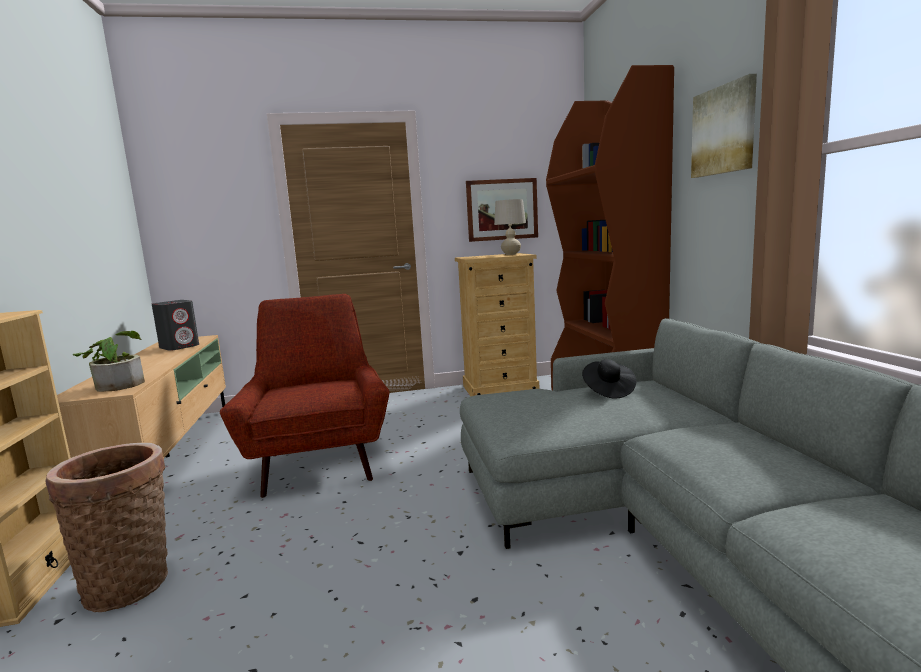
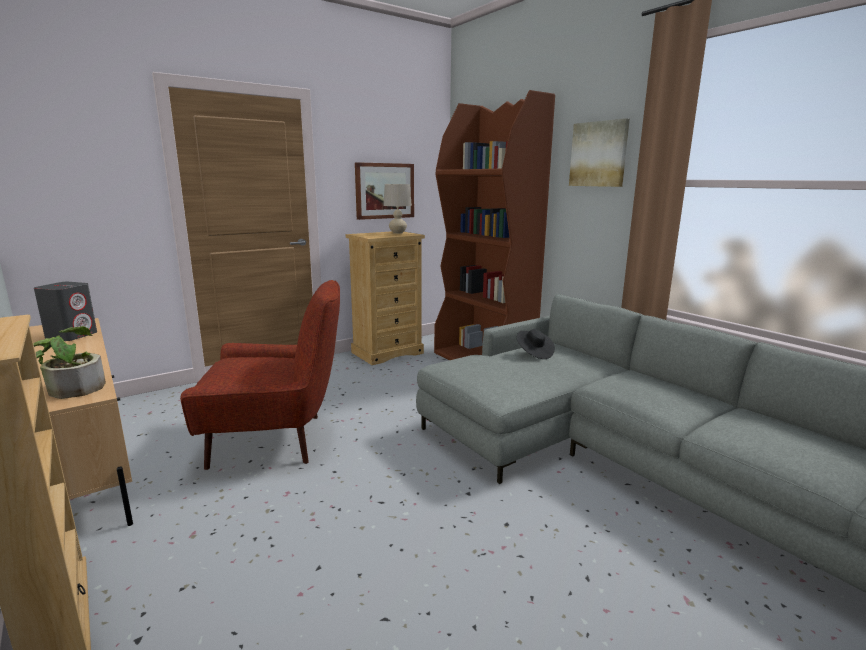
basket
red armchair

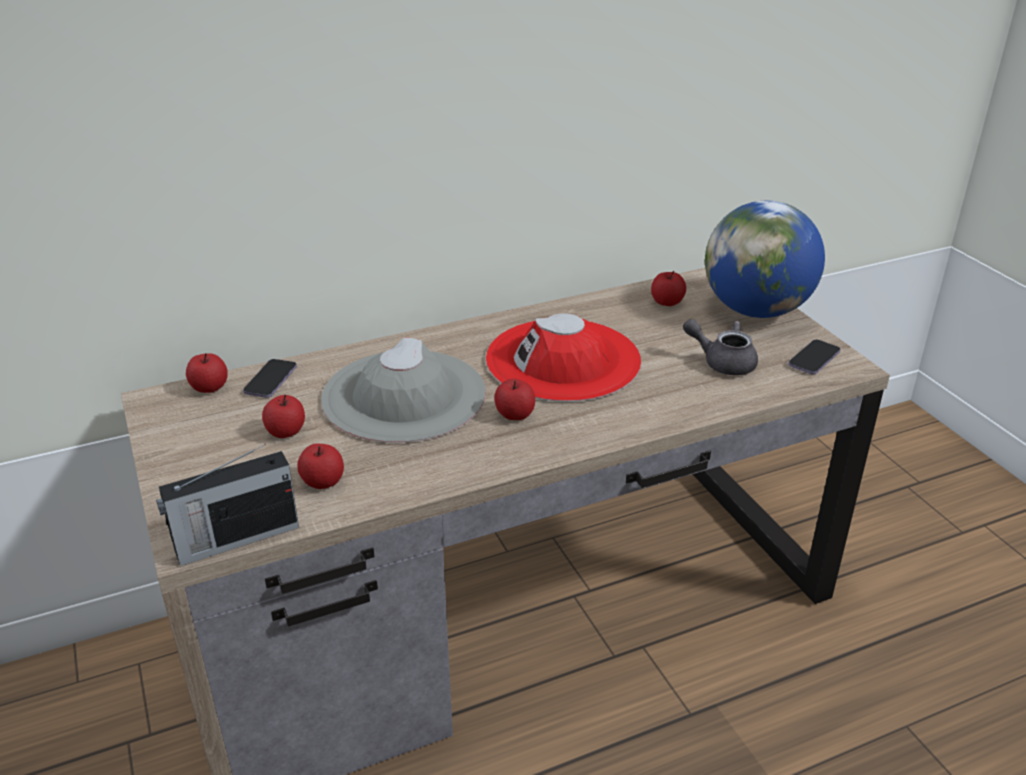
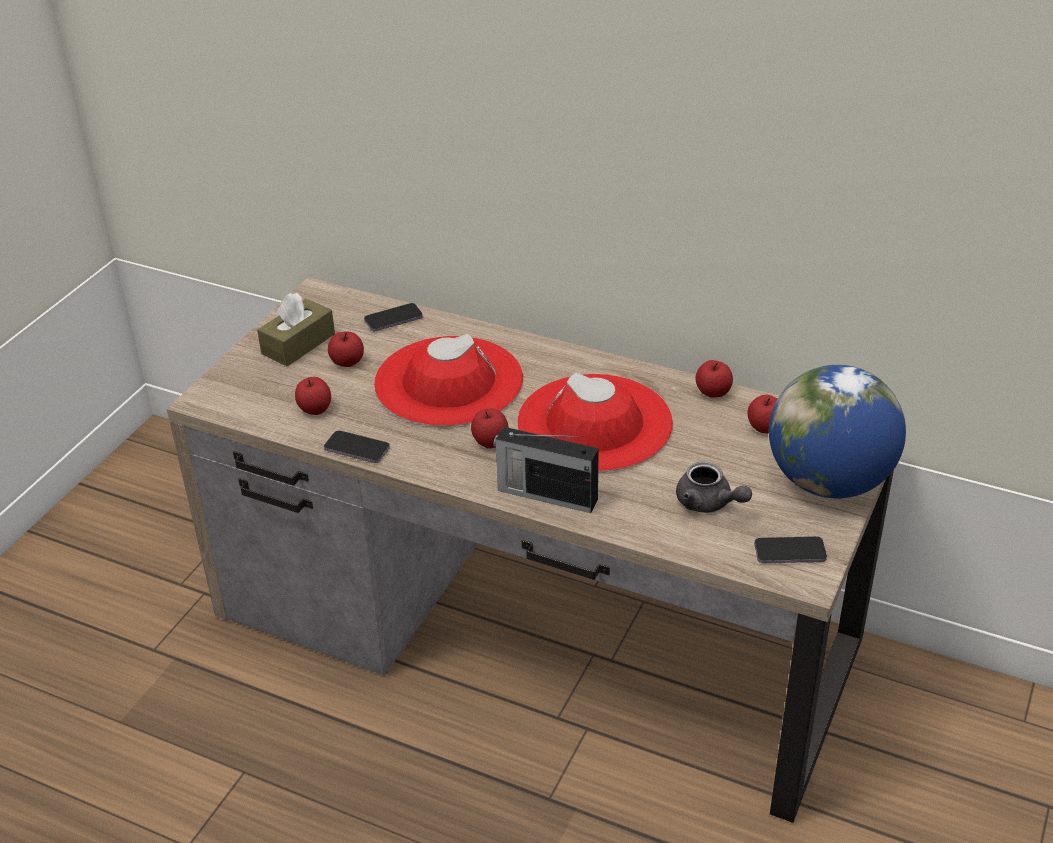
brown tissue box
phone (1st from left)
radio
apple (4th from left)
red hat (1st from left)
grey teapot

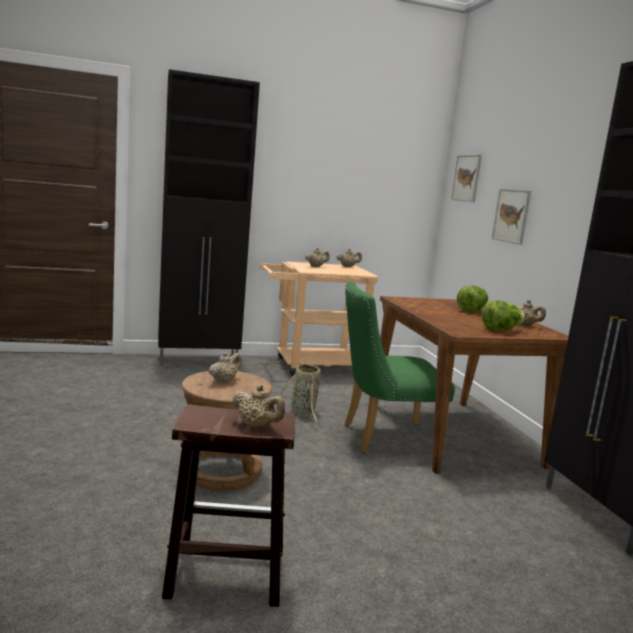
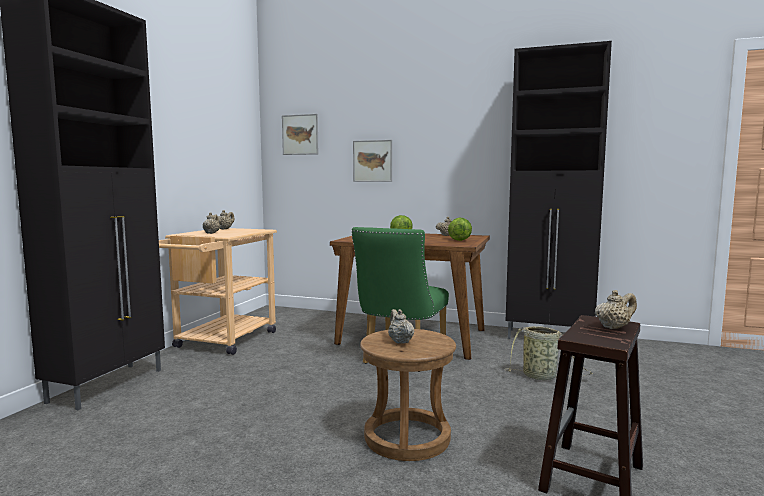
basket

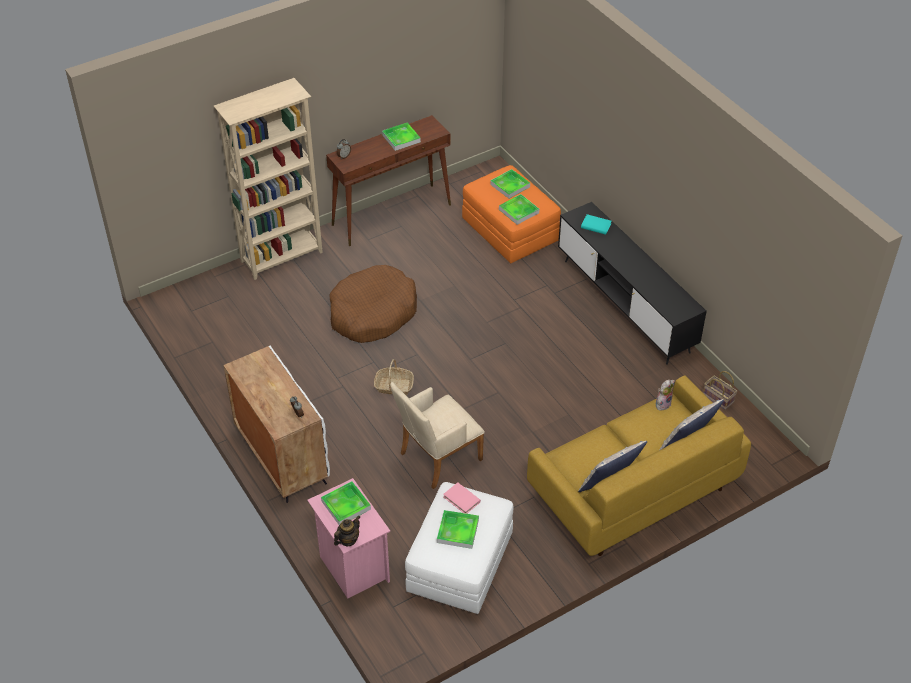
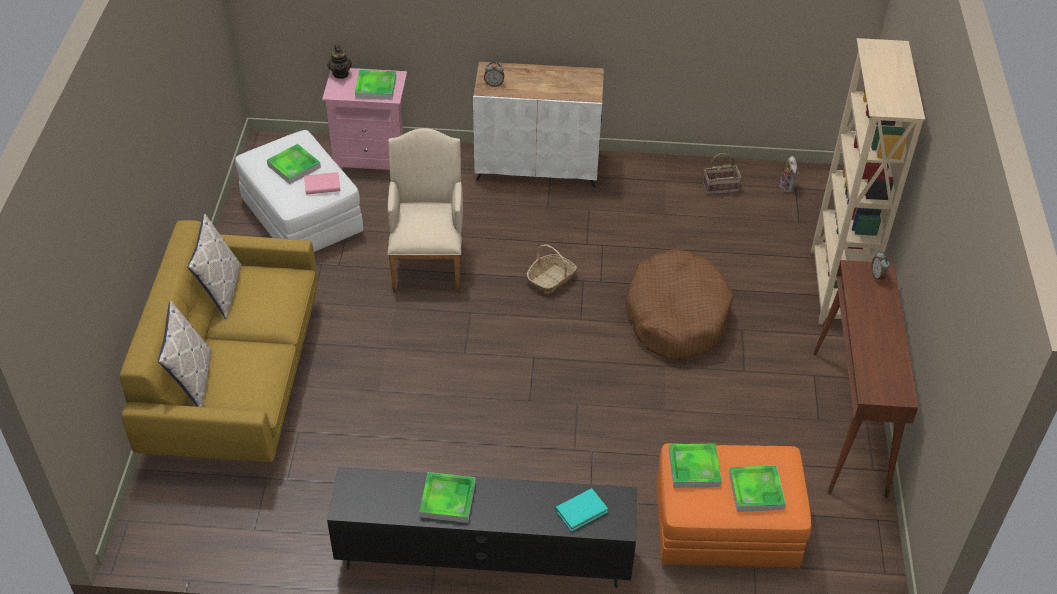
tray (3rd from left)
plush toy
basket (2nd from left)

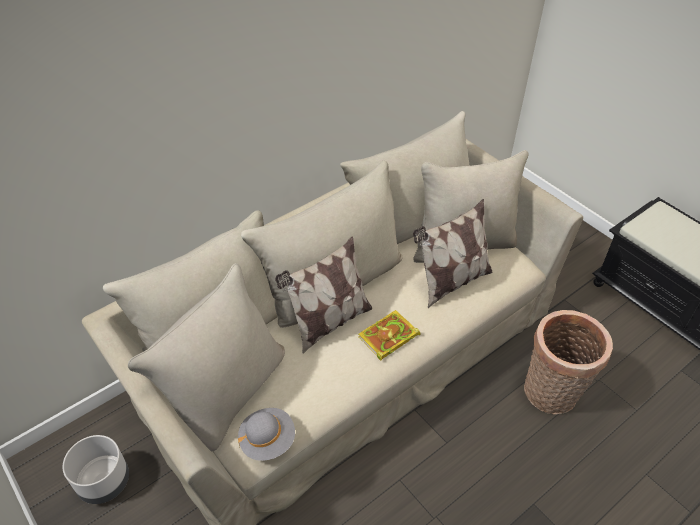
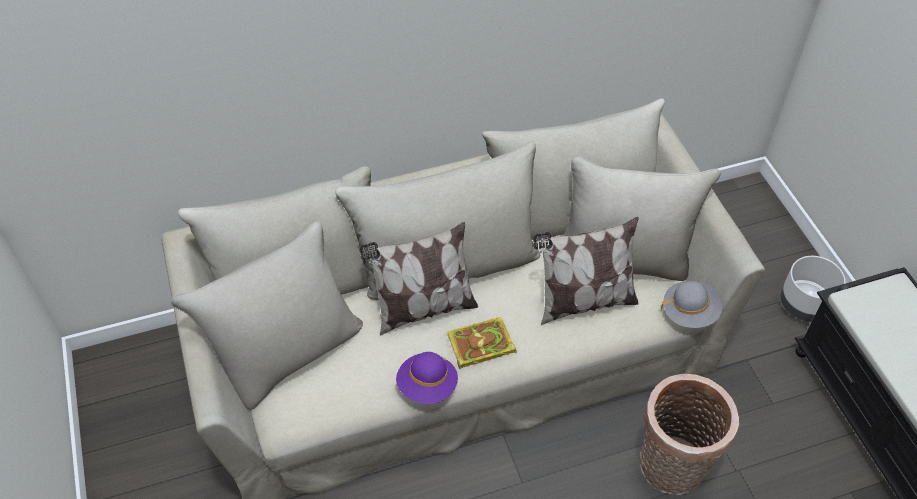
purple hat
grey planter
grey hat

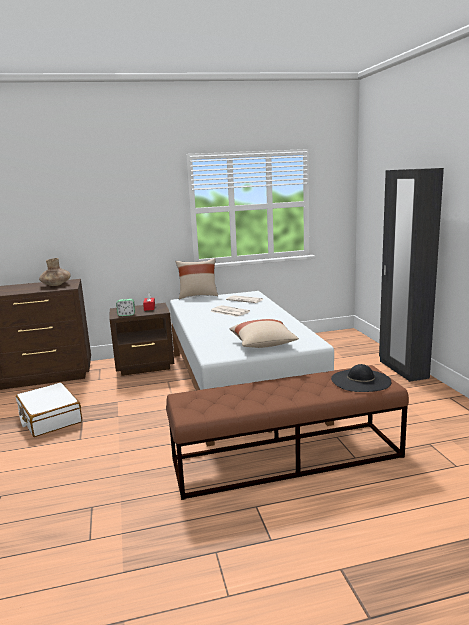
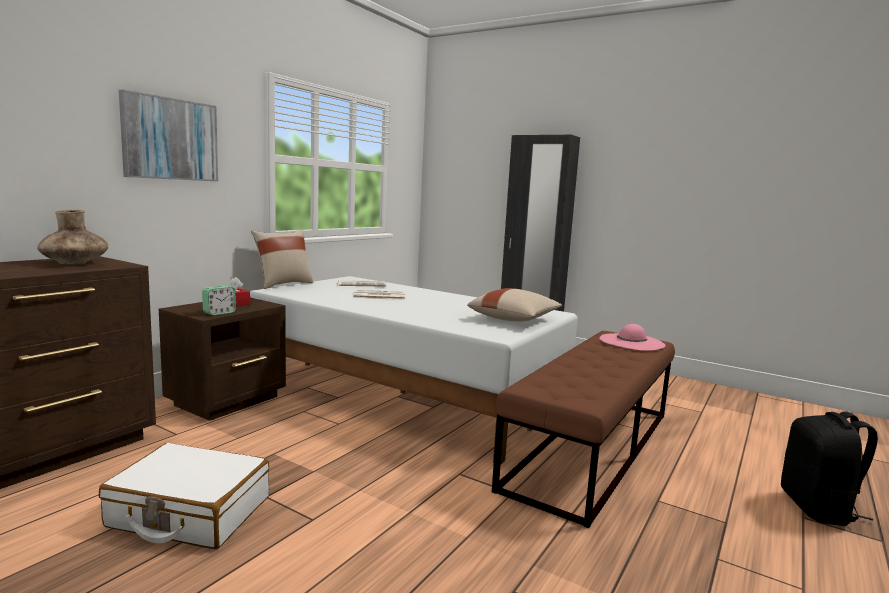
picture
black backpack
pink hat

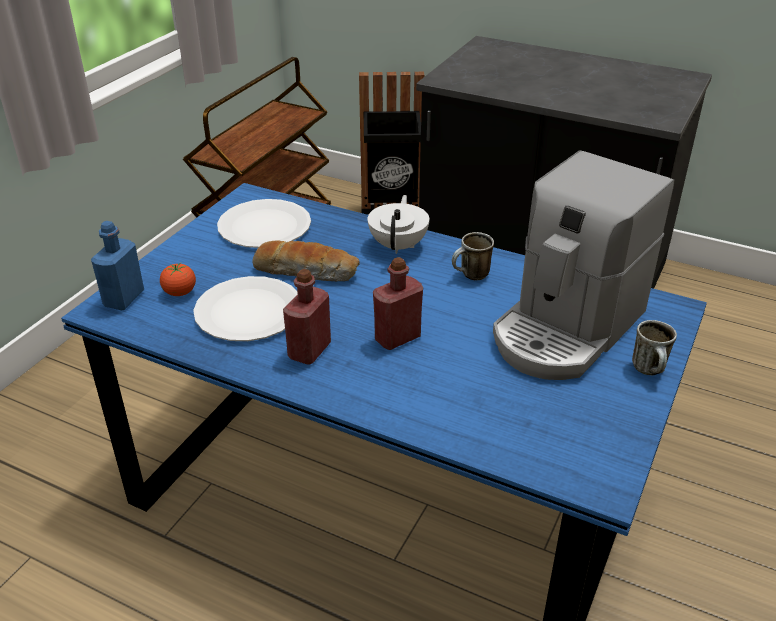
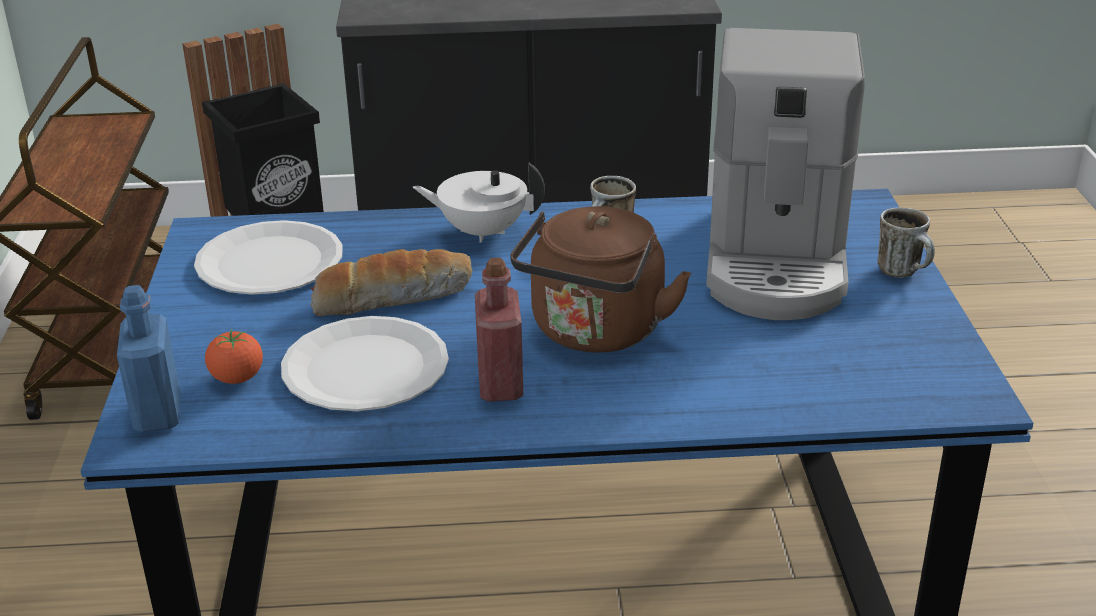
brown kettle
white teapot

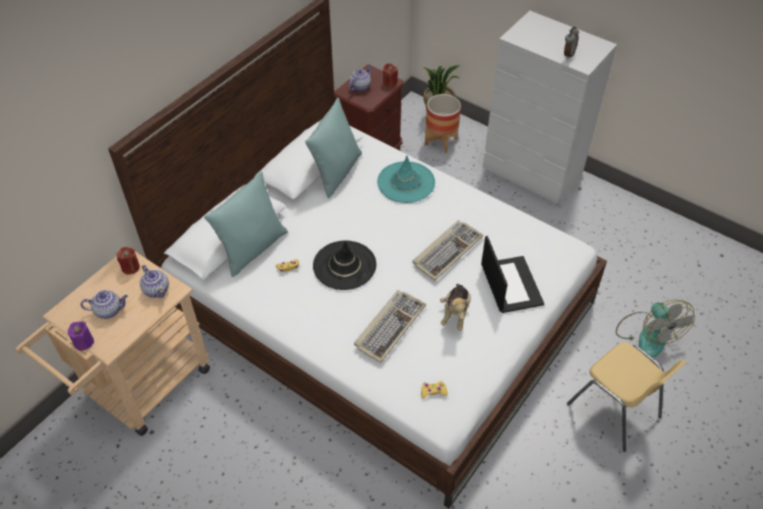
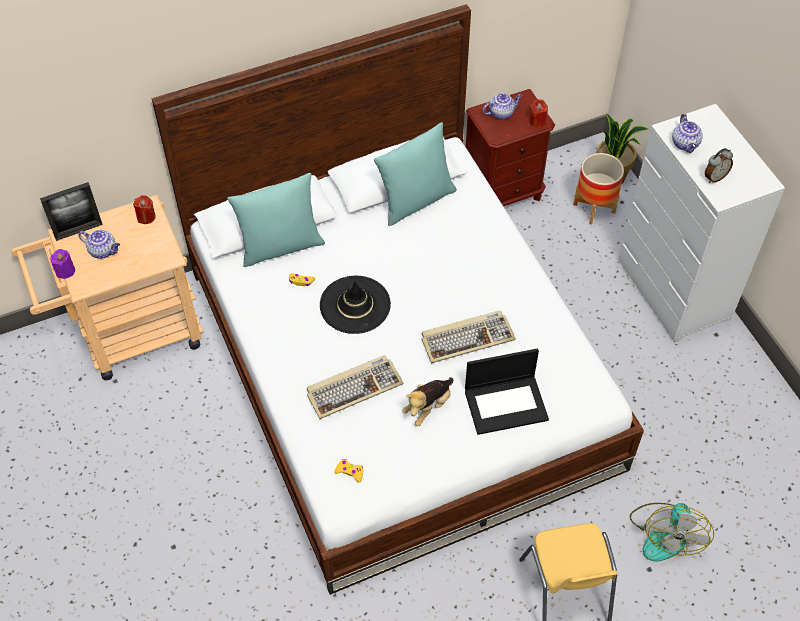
turquoise hat
picture frame
teapot (3rd from left)
laptop

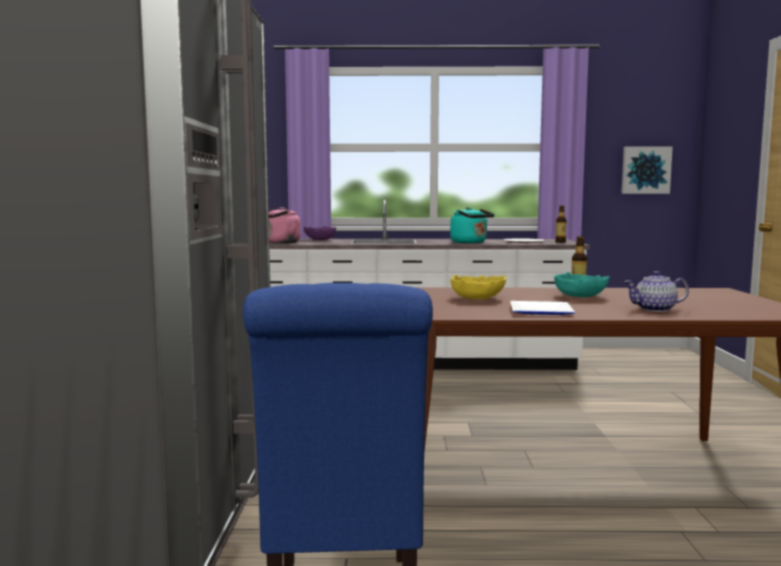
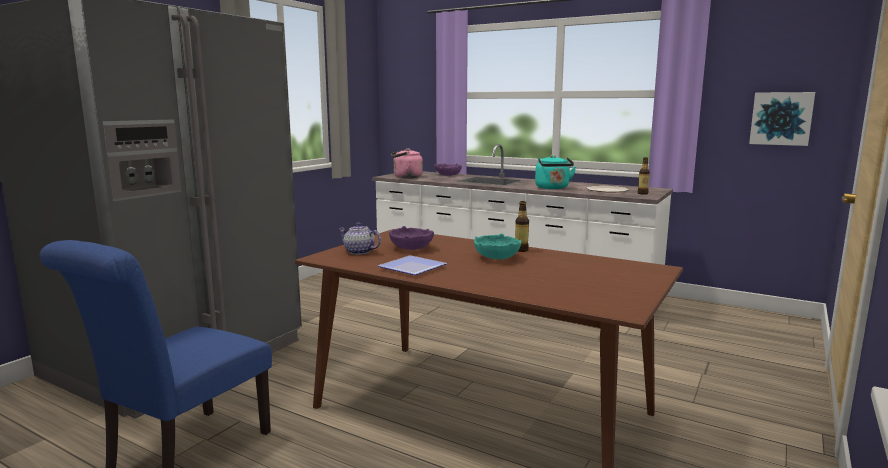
teapot
purple bowl (1st from left)

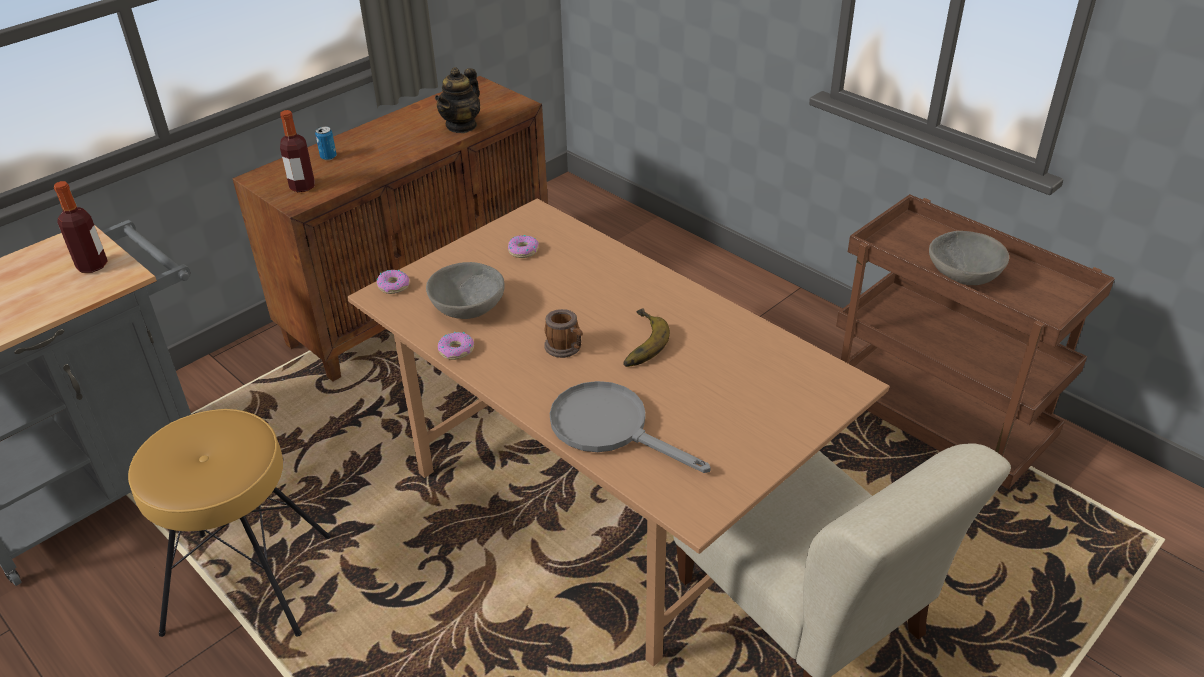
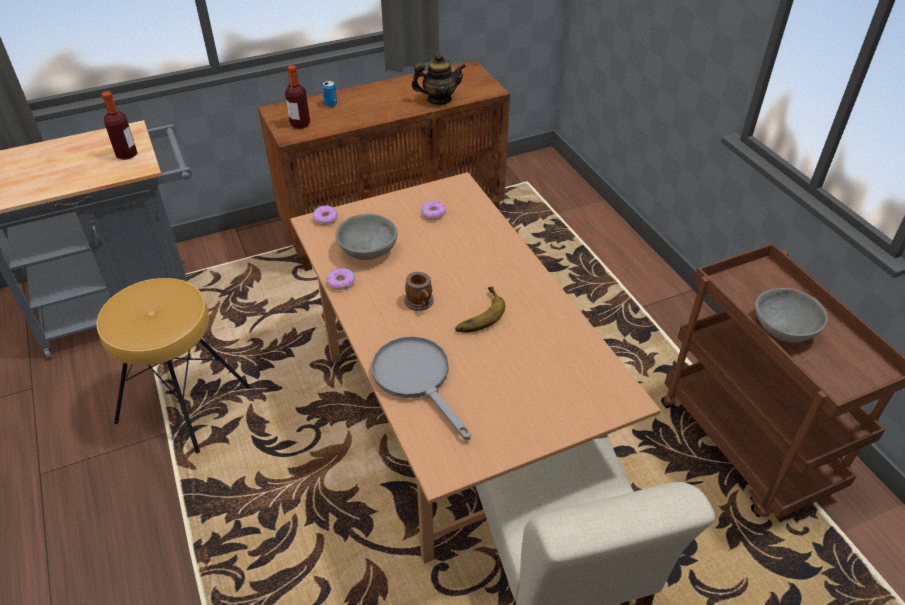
teapot

